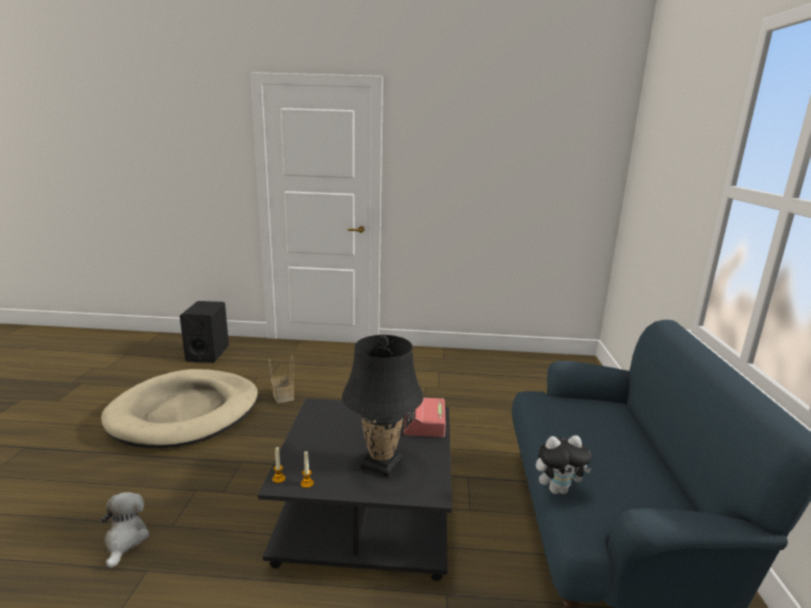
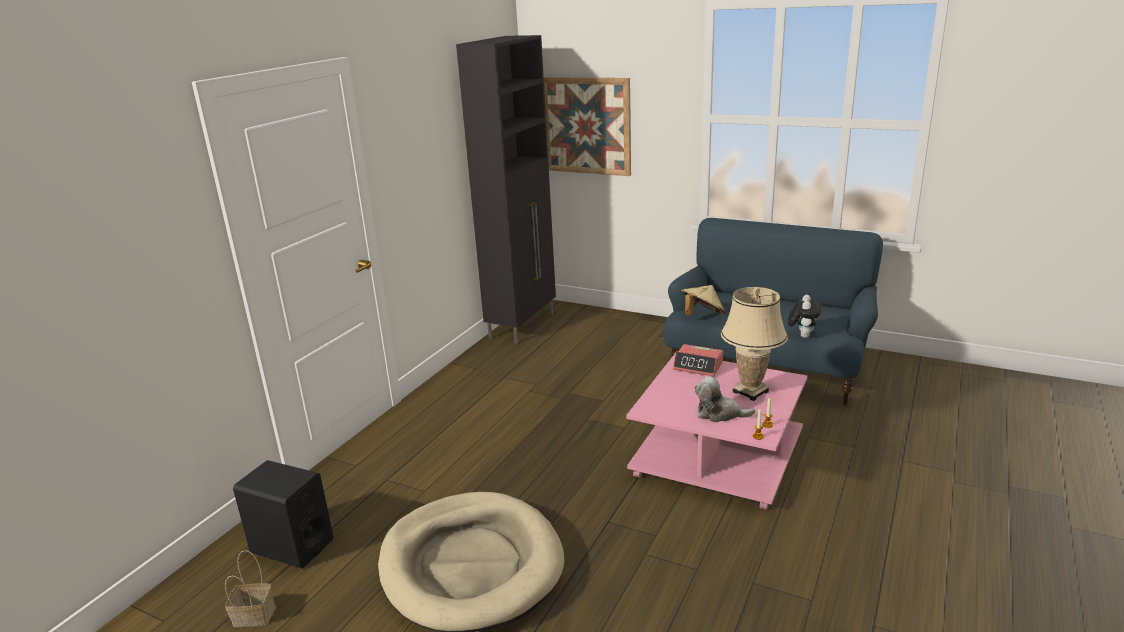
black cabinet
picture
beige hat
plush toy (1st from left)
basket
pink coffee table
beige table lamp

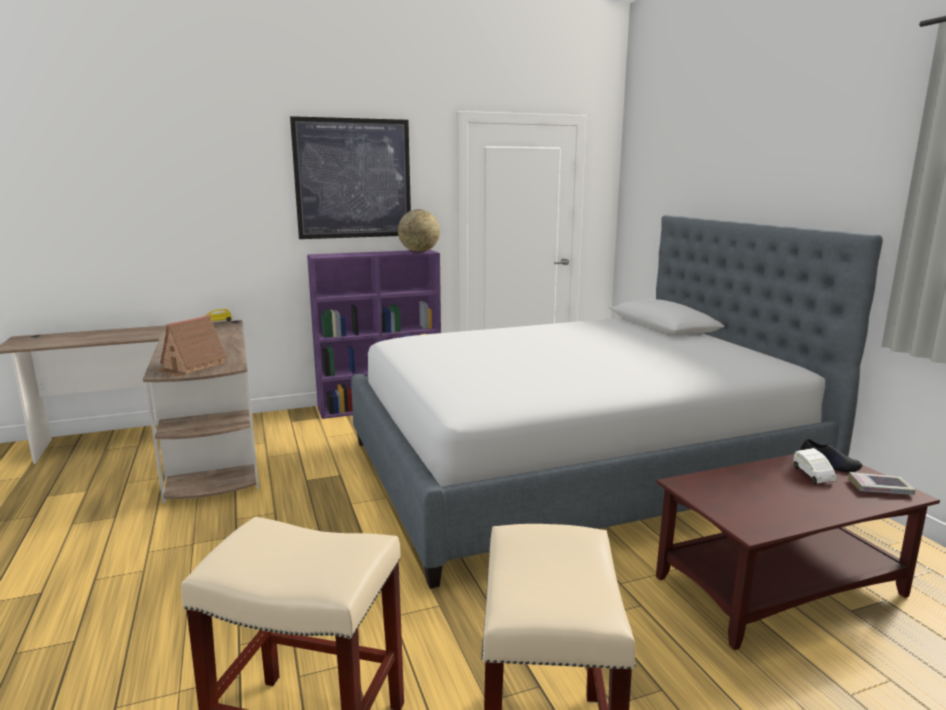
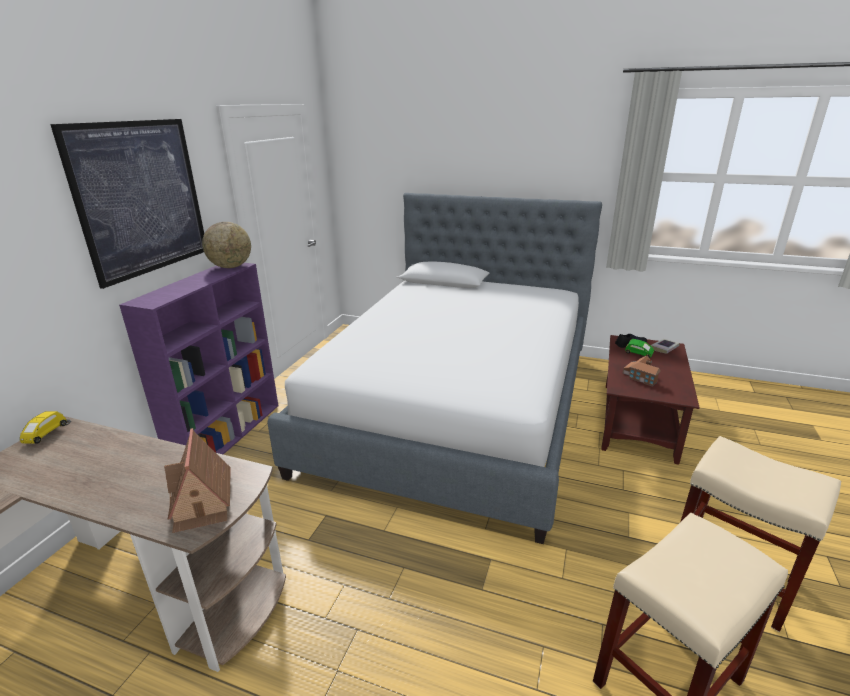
toy house (2nd from left)
green toy car

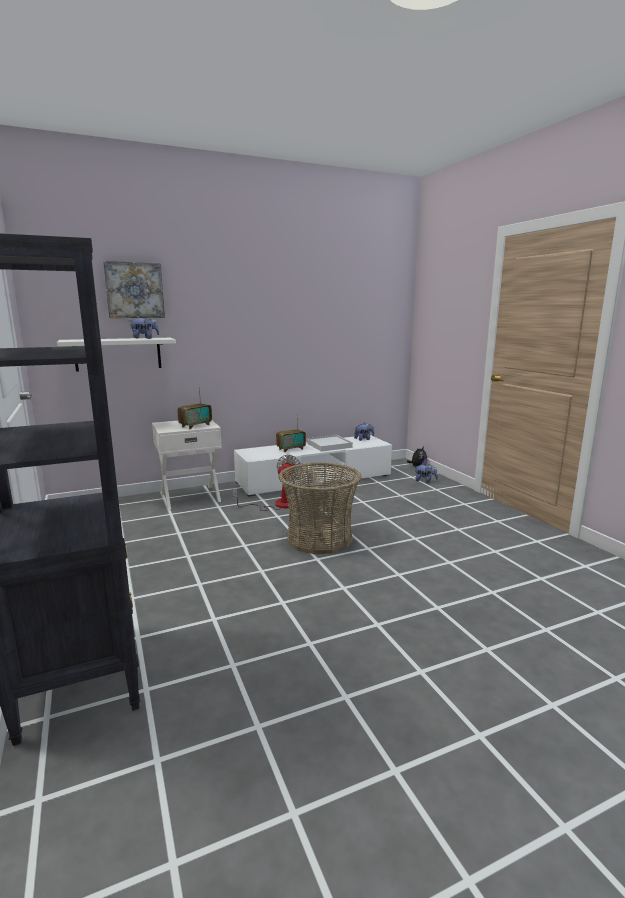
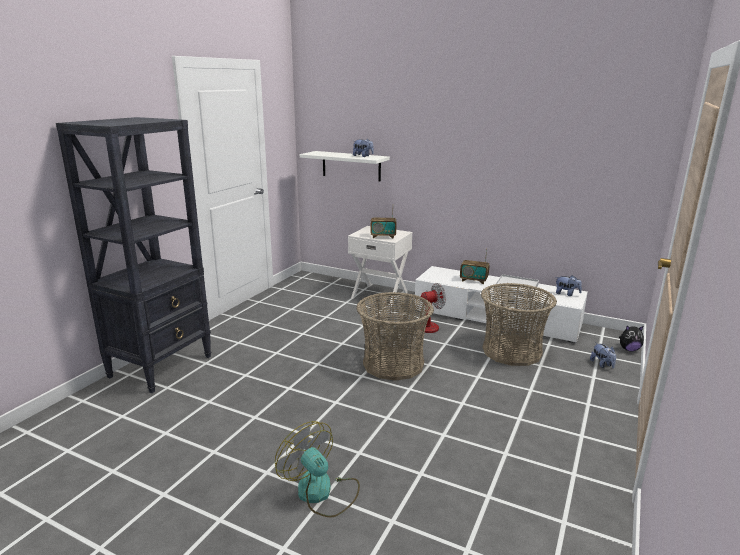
picture
fan (1st from left)
basket (2nd from left)

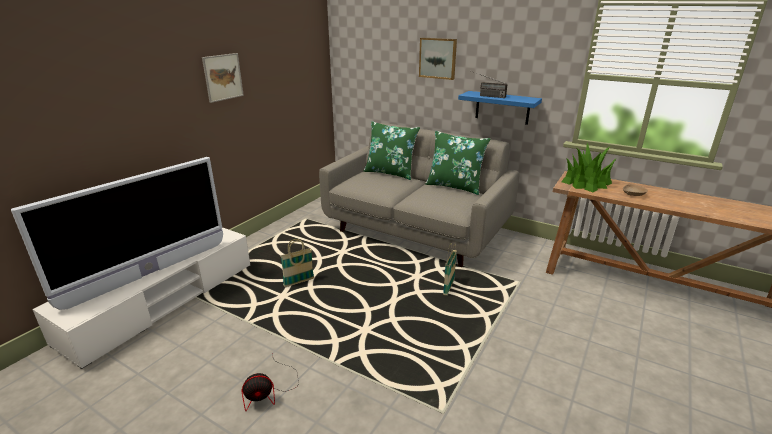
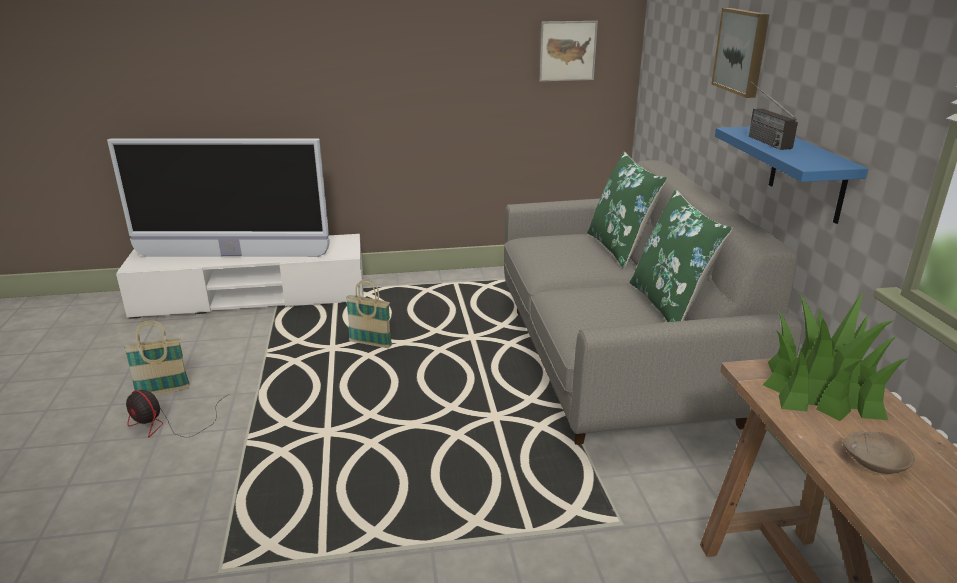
picture (1st from left)
basket (1st from left)

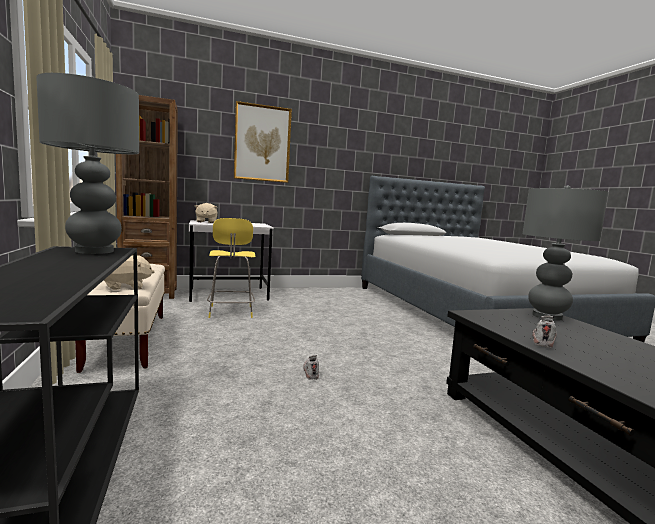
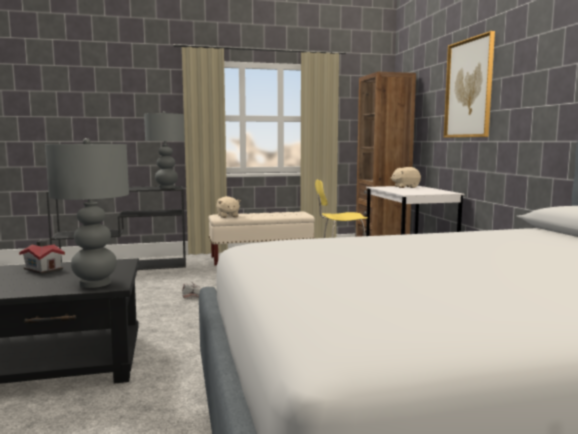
toy house

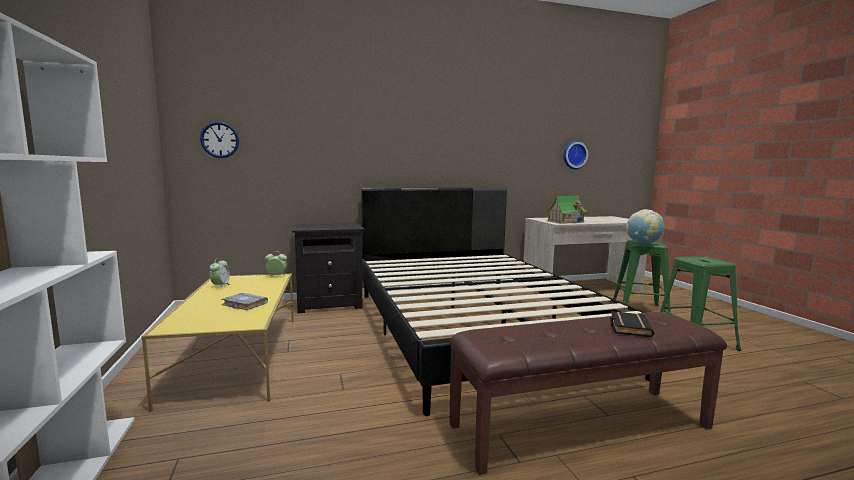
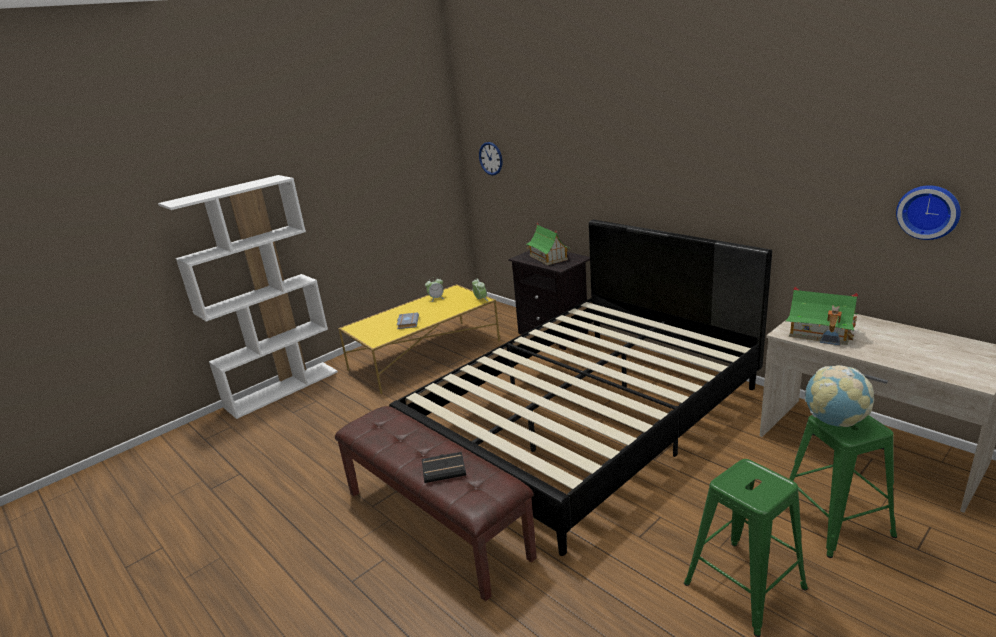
toy house (1st from left)

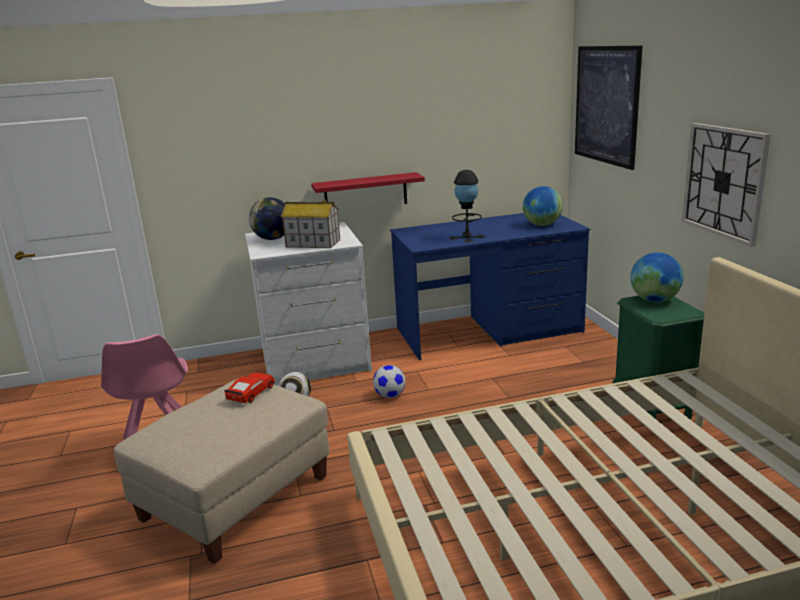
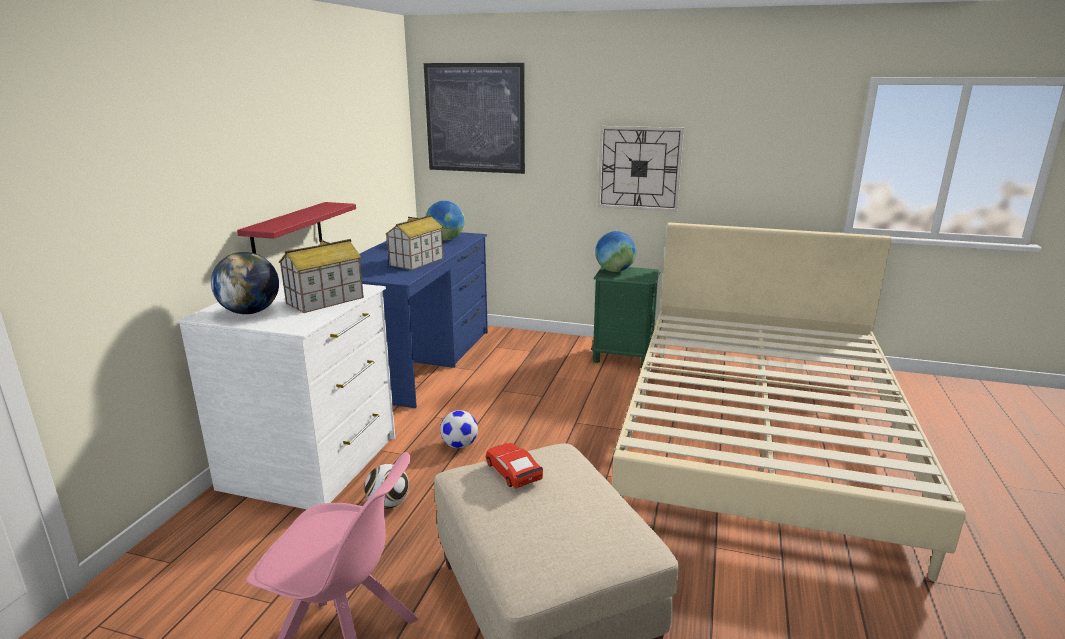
toy house (2nd from left)

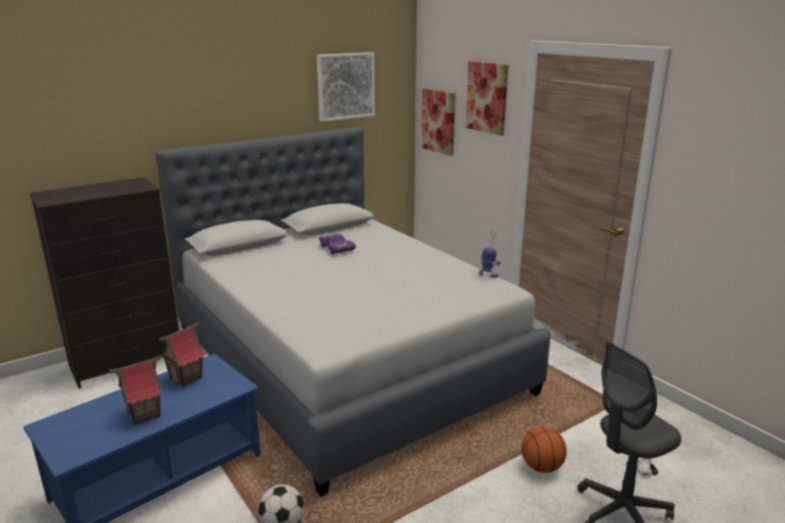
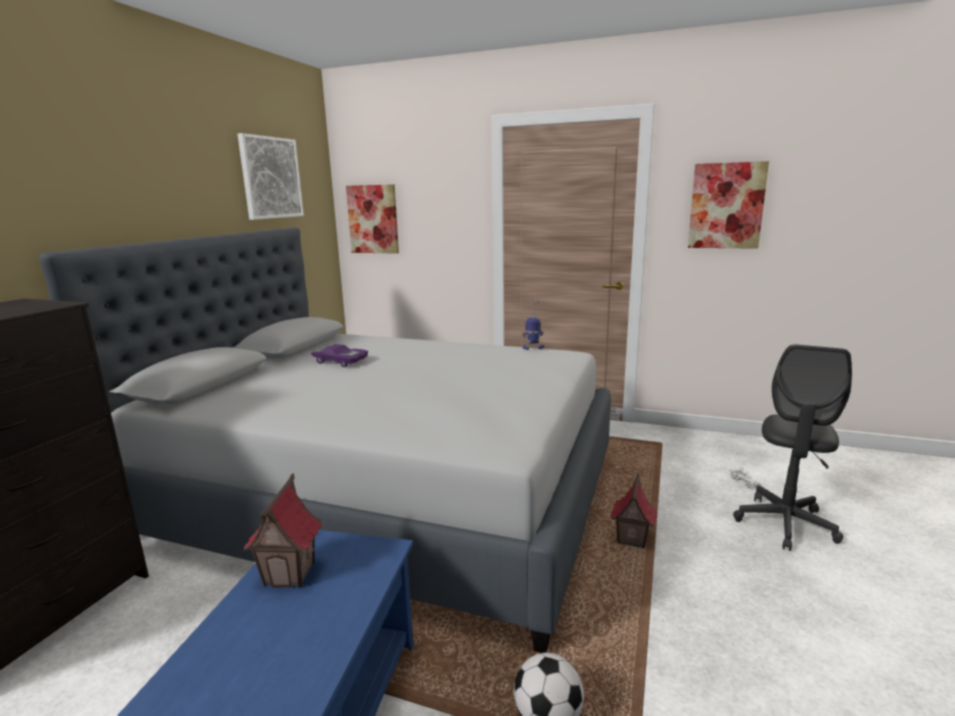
basketball
toy house (2nd from left)
picture (3rd from left)

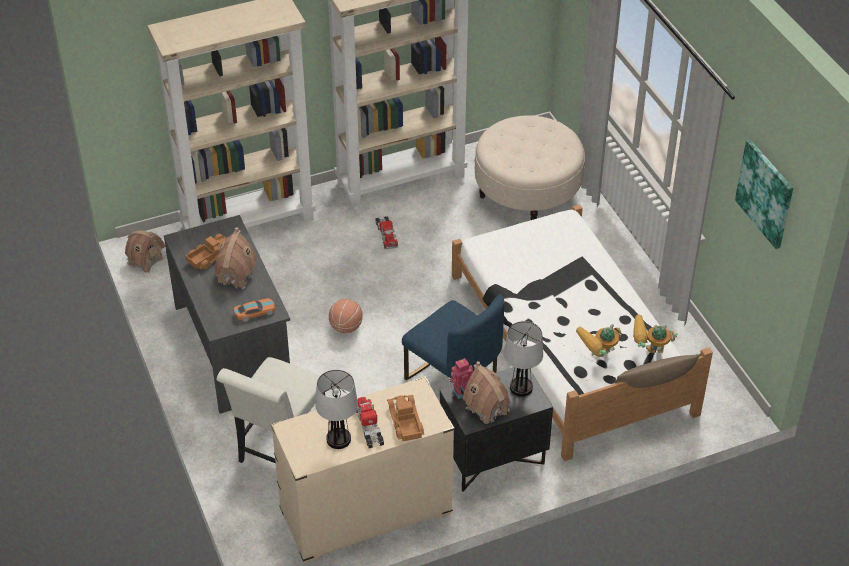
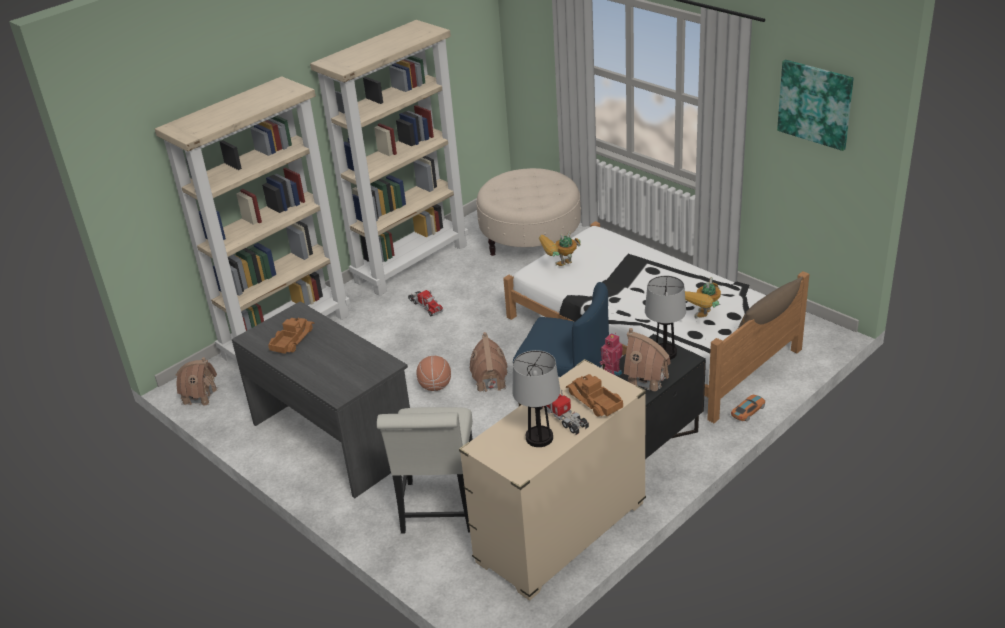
toy house (2nd from left)
toy car
toy robot (1st from left)

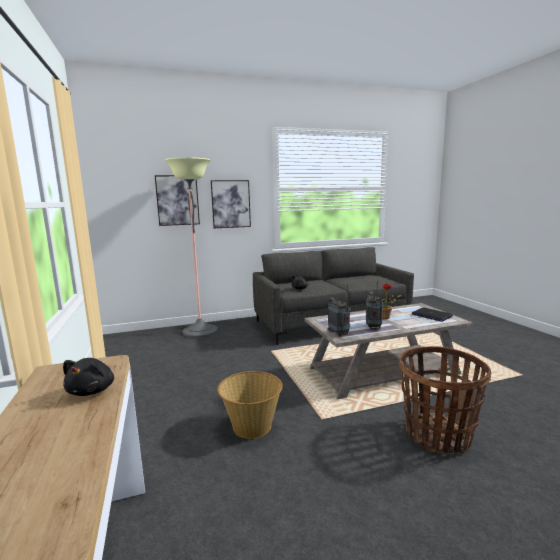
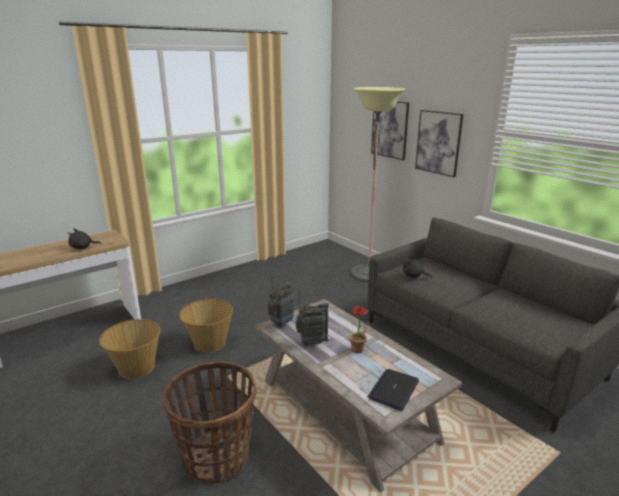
basket (1st from left)

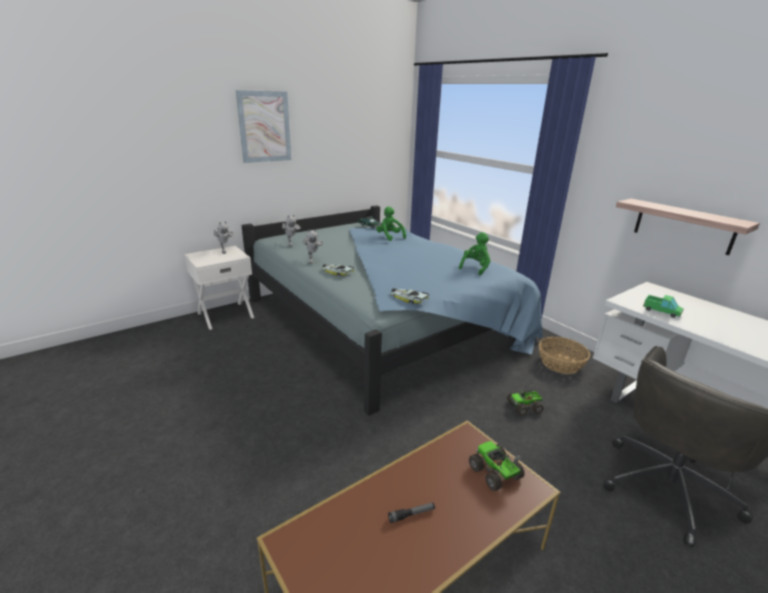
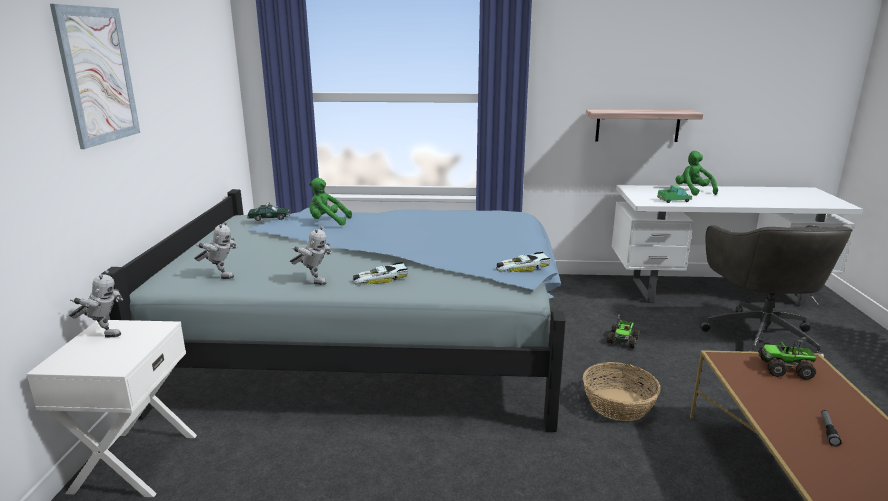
green plush toy (2nd from left)
basket

